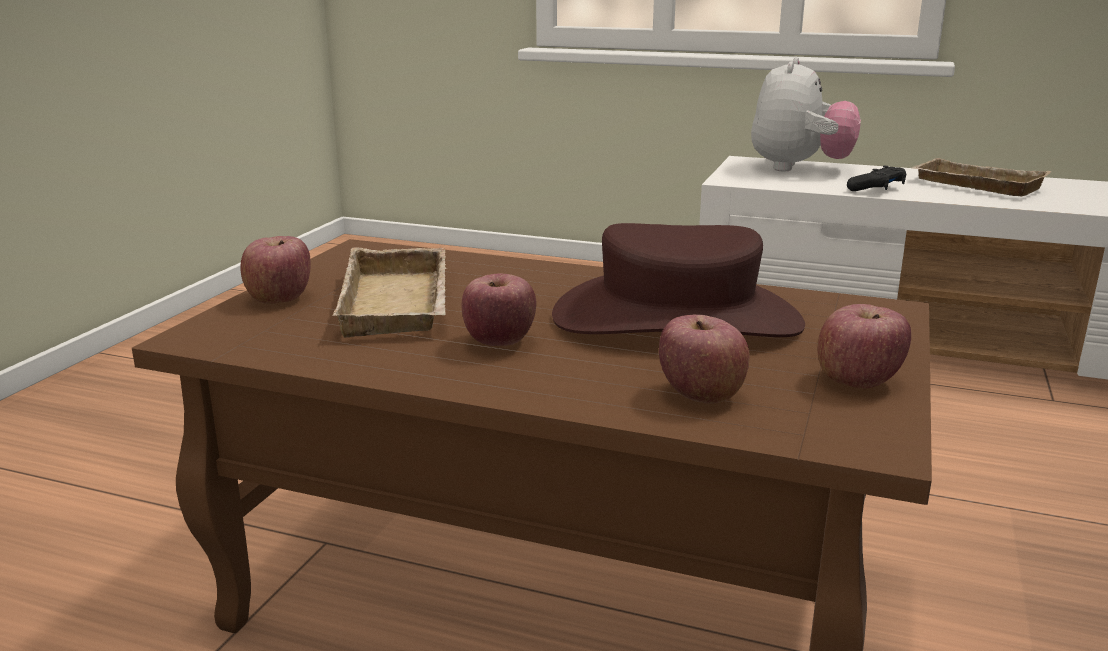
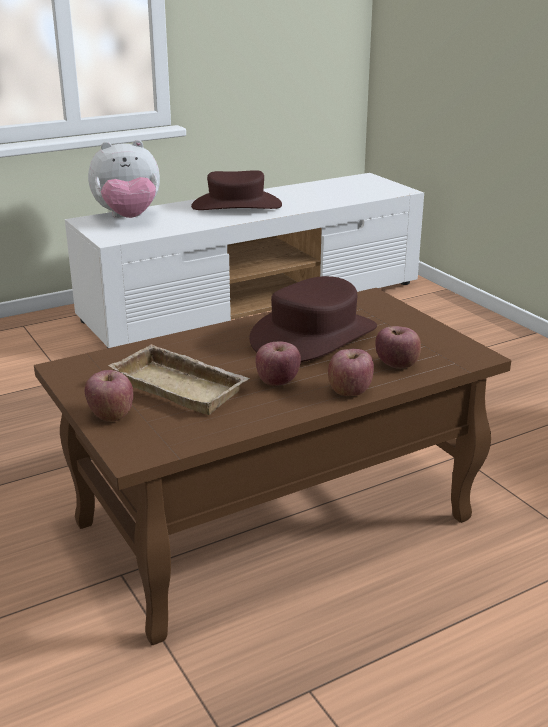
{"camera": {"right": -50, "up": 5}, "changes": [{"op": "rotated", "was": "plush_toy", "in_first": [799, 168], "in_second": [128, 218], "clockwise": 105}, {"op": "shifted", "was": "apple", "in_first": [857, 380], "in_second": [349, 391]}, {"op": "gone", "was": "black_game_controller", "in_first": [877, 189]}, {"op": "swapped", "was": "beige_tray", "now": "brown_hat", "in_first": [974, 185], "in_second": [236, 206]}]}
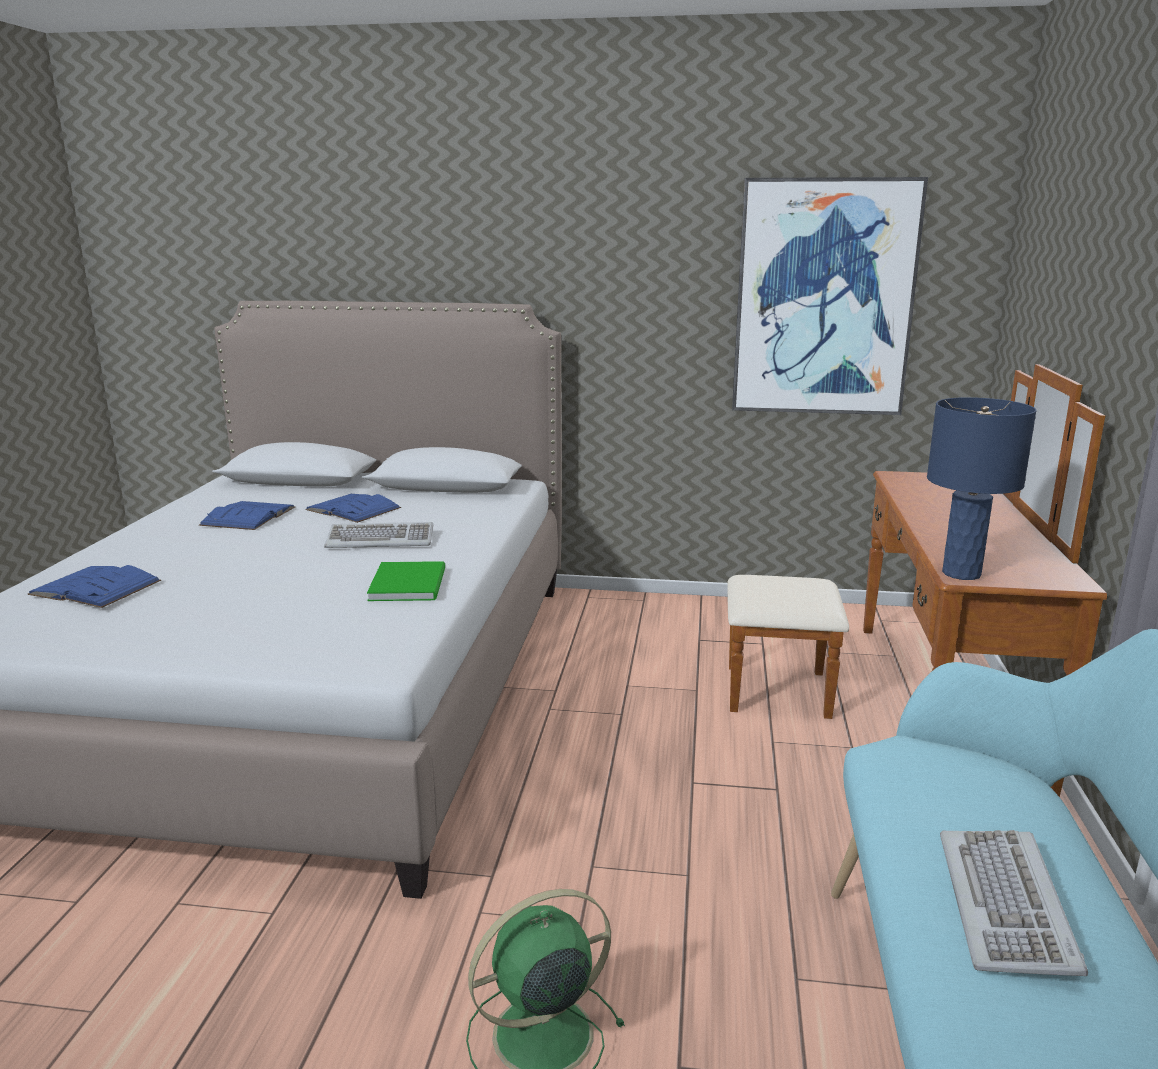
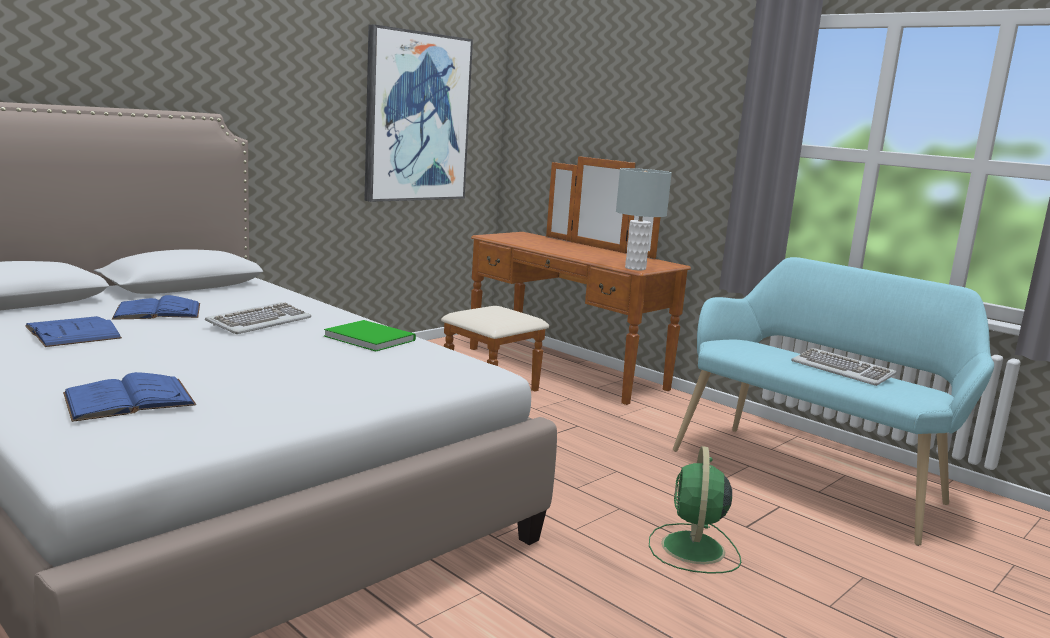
{"camera": {"right": -55, "up": -5}, "changes": [{"op": "repainted", "was": "blue_table_lamp", "now": "grey_table_lamp", "in_first": [962, 573], "in_second": [635, 268]}]}
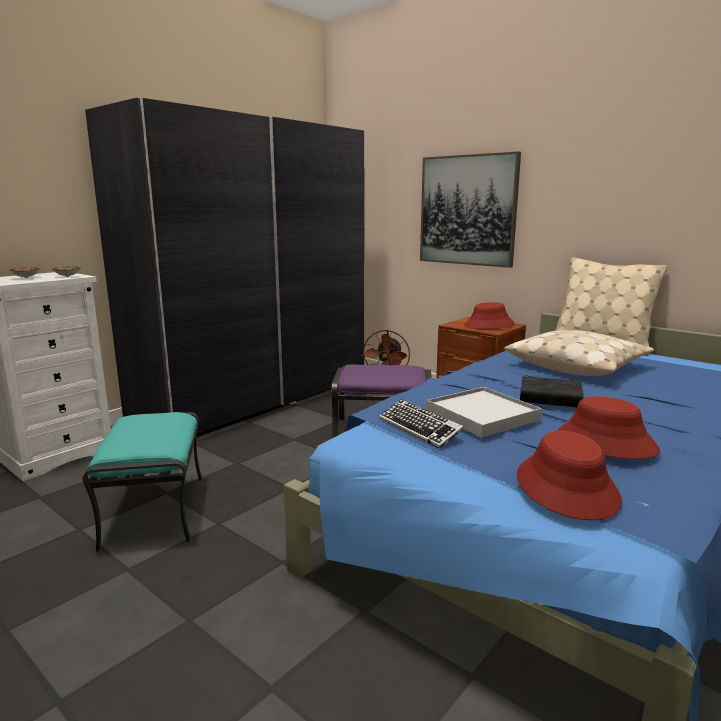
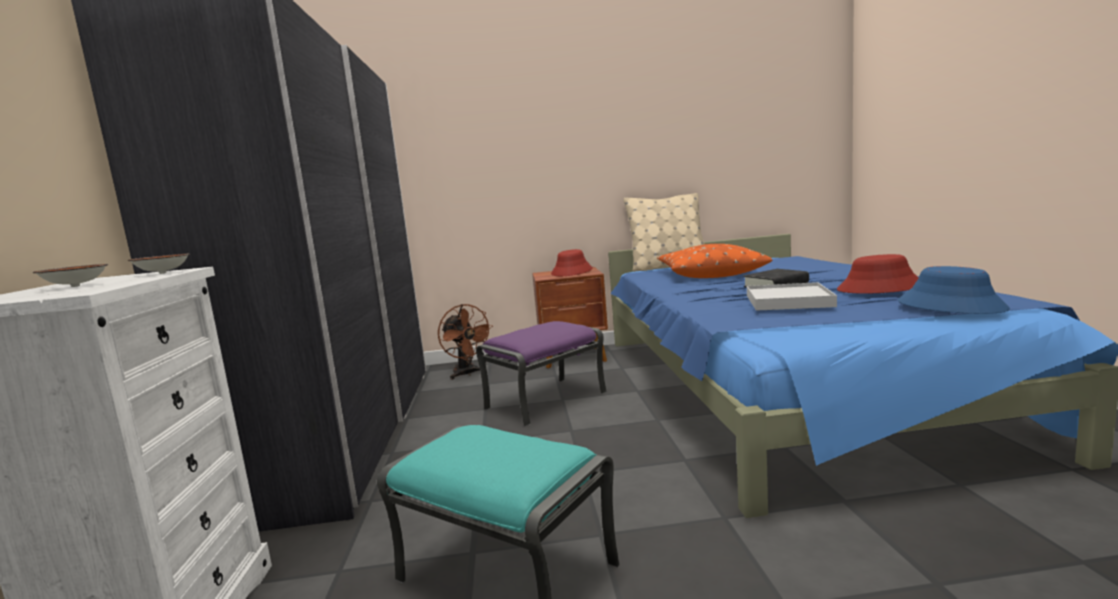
{"camera": {"right": -45, "up": -5}, "changes": [{"op": "gone", "was": "keyboard", "in_first": [419, 428]}, {"op": "gone", "was": "picture", "in_first": [467, 210]}, {"op": "repainted", "was": "beige_pillow", "now": "orange_pillow", "in_first": [577, 366], "in_second": [709, 274]}, {"op": "repainted", "was": "red_hat", "now": "blue_hat", "in_first": [567, 487], "in_second": [951, 306]}]}
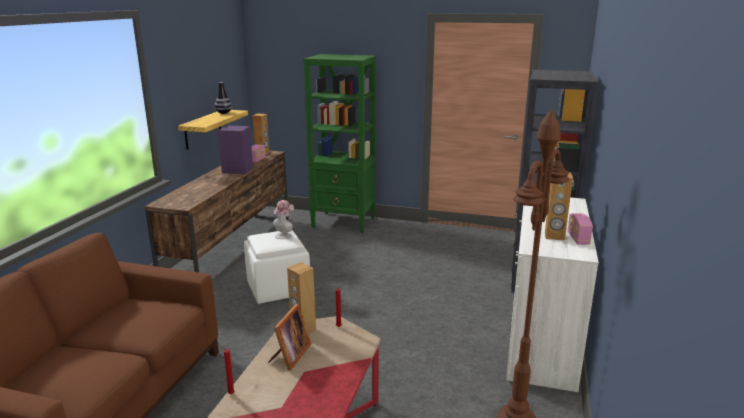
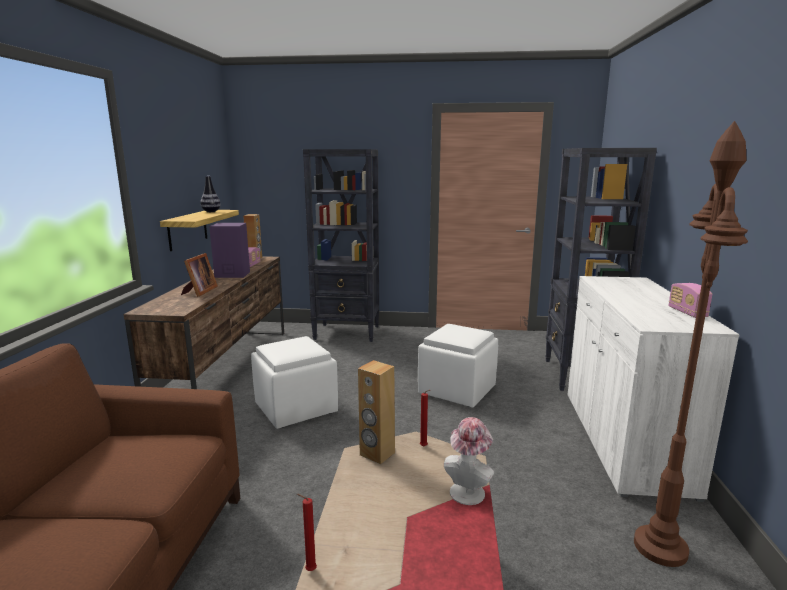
{"camera": {"right": -10, "up": -5}, "changes": [{"op": "shifted", "was": "picture_frame", "in_first": [290, 356], "in_second": [199, 292]}, {"op": "shifted", "was": "hat", "in_first": [285, 235], "in_second": [468, 490]}, {"op": "repainted", "was": "green_bookcase", "now": "black_bookcase", "in_first": [344, 223], "in_second": [347, 333]}, {"op": "gone", "was": "brown_speaker", "in_first": [554, 236]}, {"op": "new", "now": "white_ottoman", "in_second": [458, 390]}]}
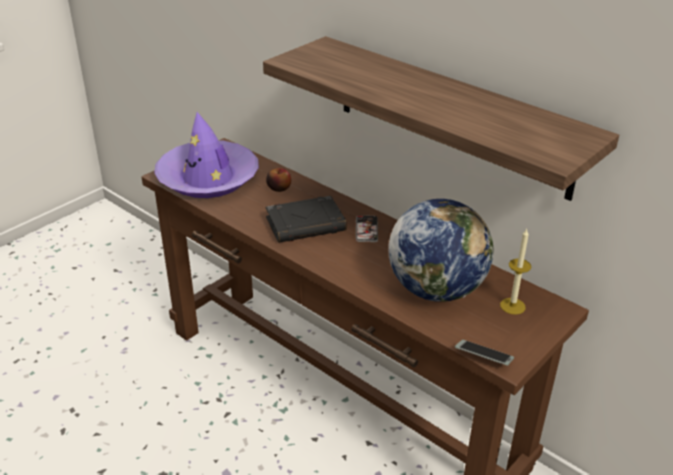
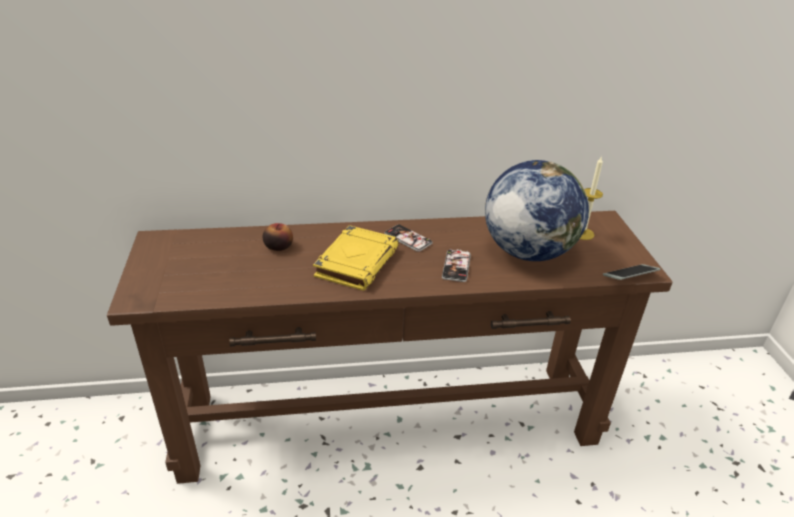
{"camera": {"right": -50, "up": 0}, "changes": [{"op": "gone", "was": "purple_hat", "in_first": [208, 178]}, {"op": "gone", "was": "shelf", "in_first": [451, 116]}, {"op": "repainted", "was": "black_book", "now": "yellow_book", "in_first": [306, 224], "in_second": [357, 262]}, {"op": "new", "now": "phone", "in_second": [456, 266]}]}
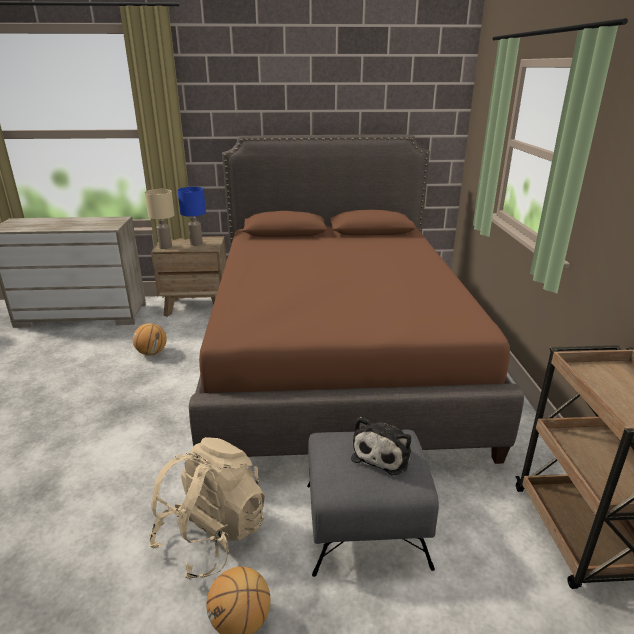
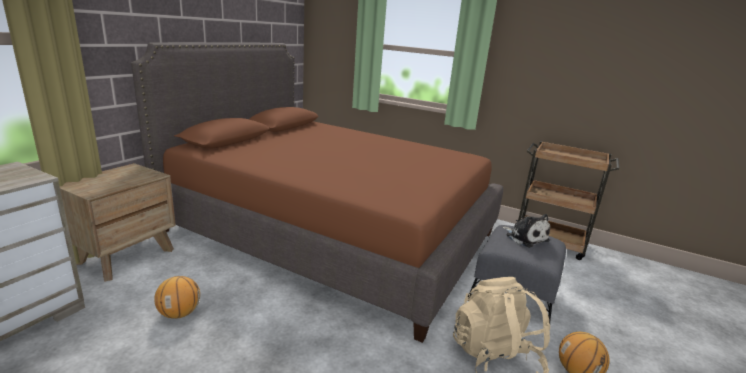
{"camera": {"right": -60, "up": -5}, "changes": [{"op": "gone", "was": "beige_table_lamp", "in_first": [165, 247]}, {"op": "gone", "was": "blue_table_lamp", "in_first": [196, 244]}]}
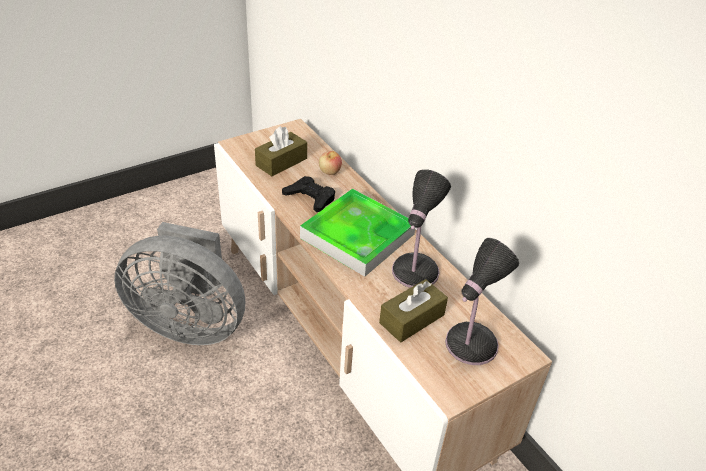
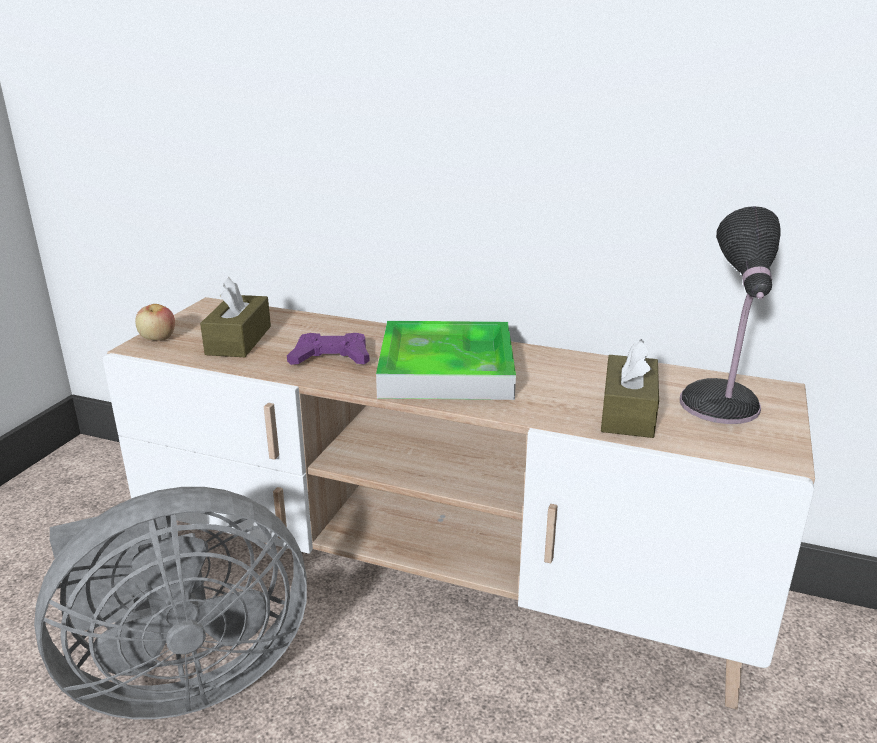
{"camera": {"right": -35, "up": -15}, "changes": [{"op": "repainted", "was": "black_game_controller", "now": "purple_game_controller", "in_first": [310, 198], "in_second": [331, 358]}, {"op": "shifted", "was": "apple", "in_first": [329, 172], "in_second": [158, 338]}, {"op": "gone", "was": "table_lamp", "in_first": [413, 273]}]}
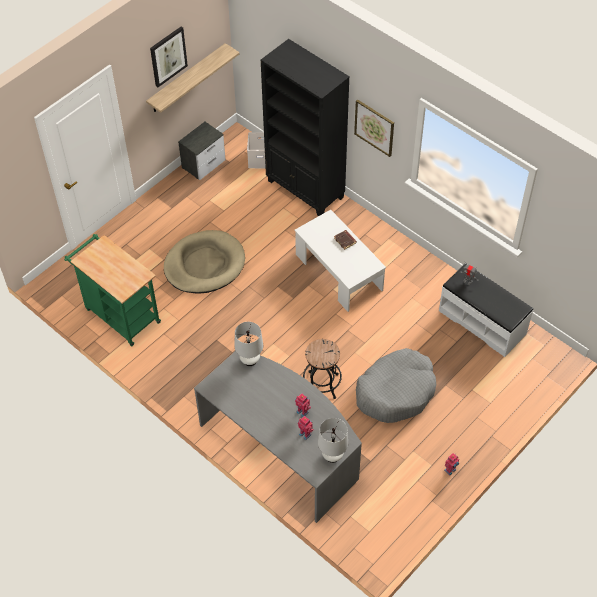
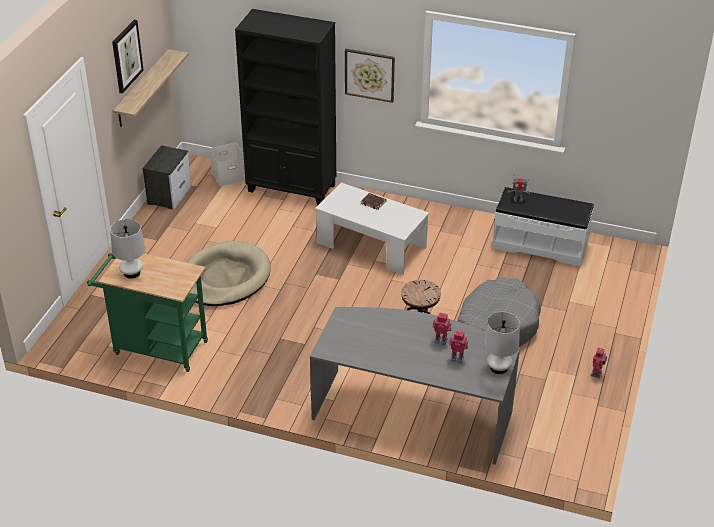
{"camera": {"right": -25, "up": -15}, "changes": [{"op": "shifted", "was": "white_table_lamp", "in_first": [250, 360], "in_second": [132, 273]}]}
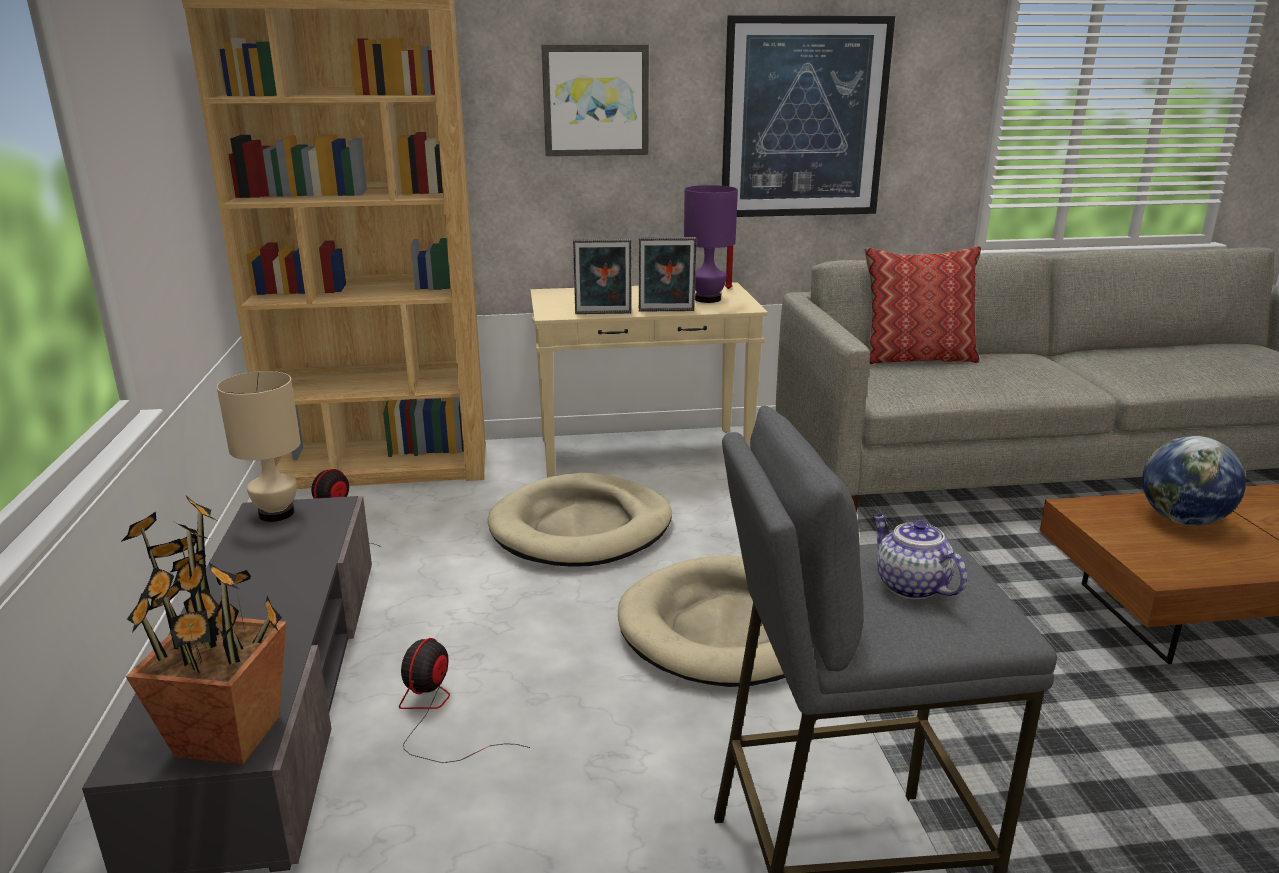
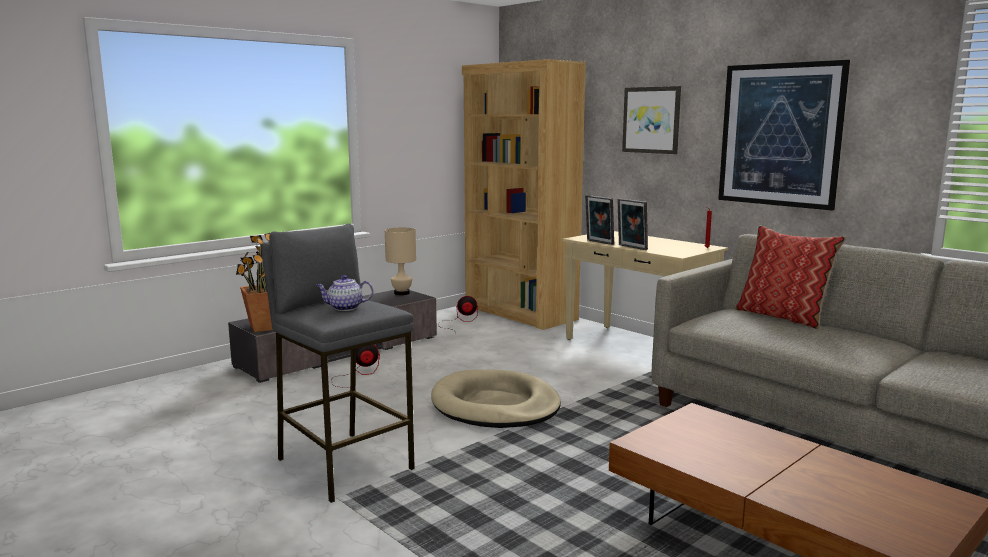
{"camera": {"right": 55, "up": -10}, "changes": [{"op": "gone", "was": "beige_dog_bed", "in_first": [581, 528]}, {"op": "gone", "was": "purple_table_lamp", "in_first": [708, 299]}, {"op": "rotated", "was": "teapot", "in_first": [909, 585], "in_second": [344, 308], "clockwise": -120}, {"op": "gone", "was": "globe", "in_first": [1182, 520]}]}
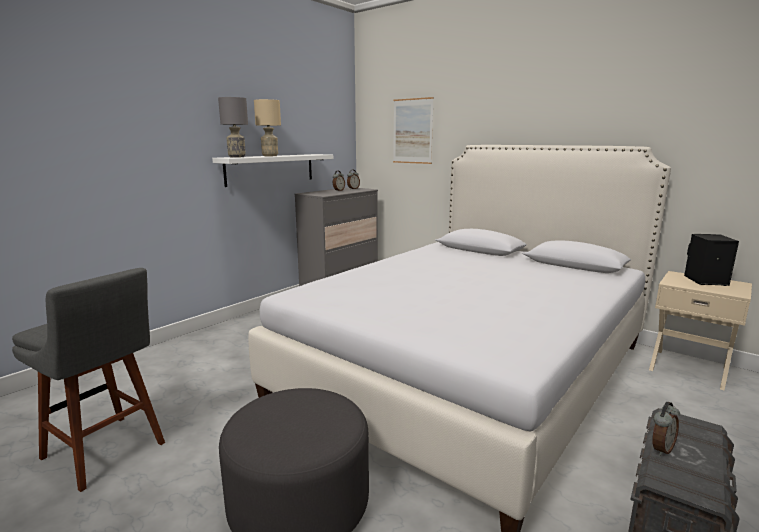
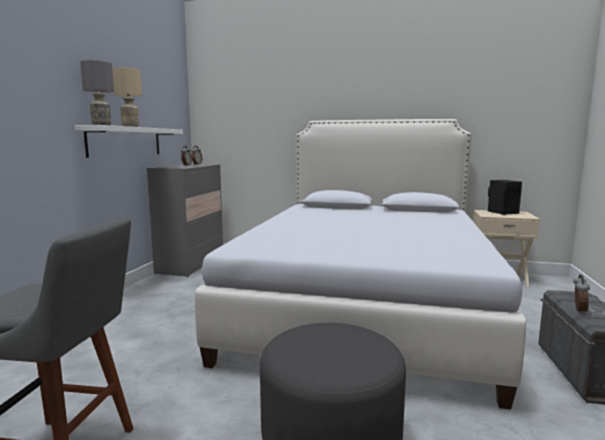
{"camera": {"right": -25, "up": -5}, "changes": [{"op": "gone", "was": "picture", "in_first": [412, 131]}]}
